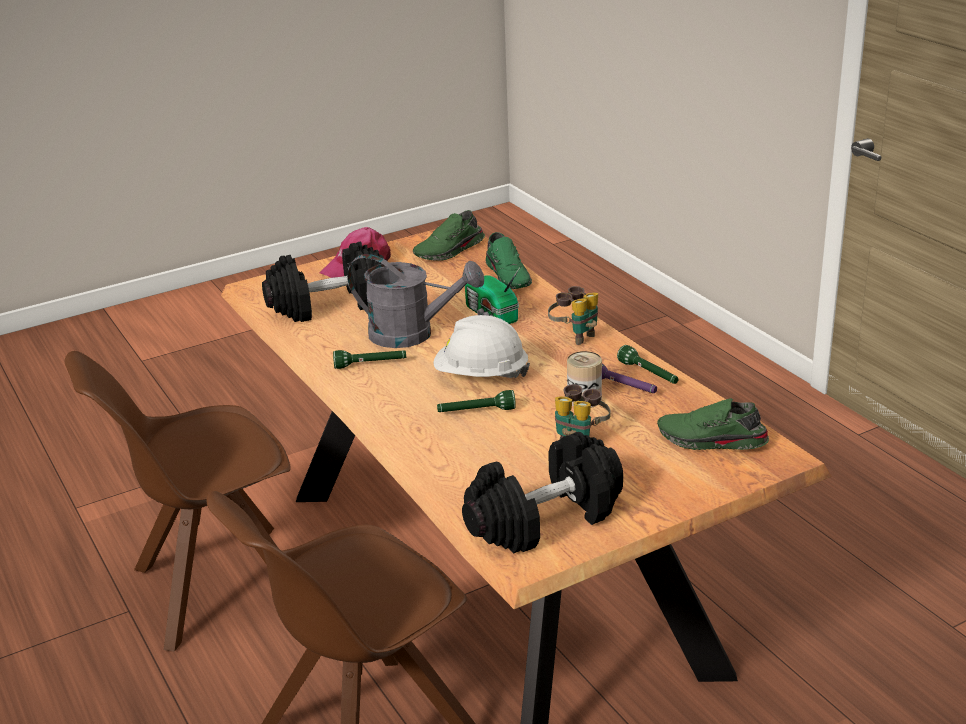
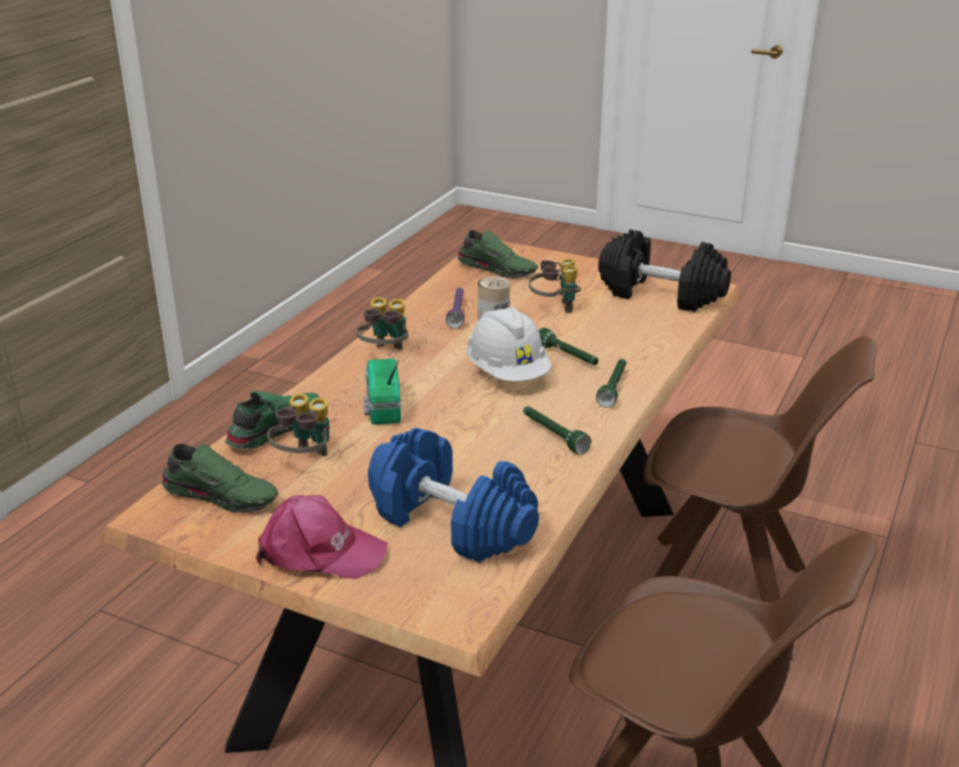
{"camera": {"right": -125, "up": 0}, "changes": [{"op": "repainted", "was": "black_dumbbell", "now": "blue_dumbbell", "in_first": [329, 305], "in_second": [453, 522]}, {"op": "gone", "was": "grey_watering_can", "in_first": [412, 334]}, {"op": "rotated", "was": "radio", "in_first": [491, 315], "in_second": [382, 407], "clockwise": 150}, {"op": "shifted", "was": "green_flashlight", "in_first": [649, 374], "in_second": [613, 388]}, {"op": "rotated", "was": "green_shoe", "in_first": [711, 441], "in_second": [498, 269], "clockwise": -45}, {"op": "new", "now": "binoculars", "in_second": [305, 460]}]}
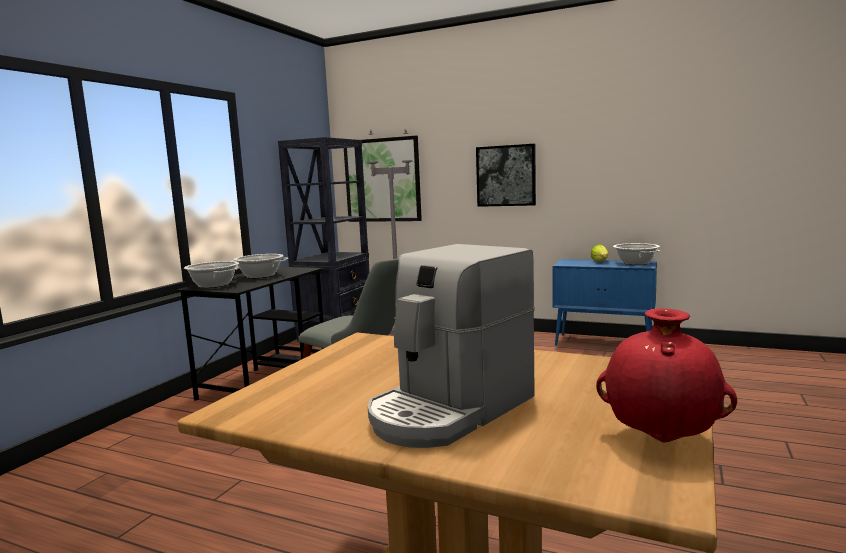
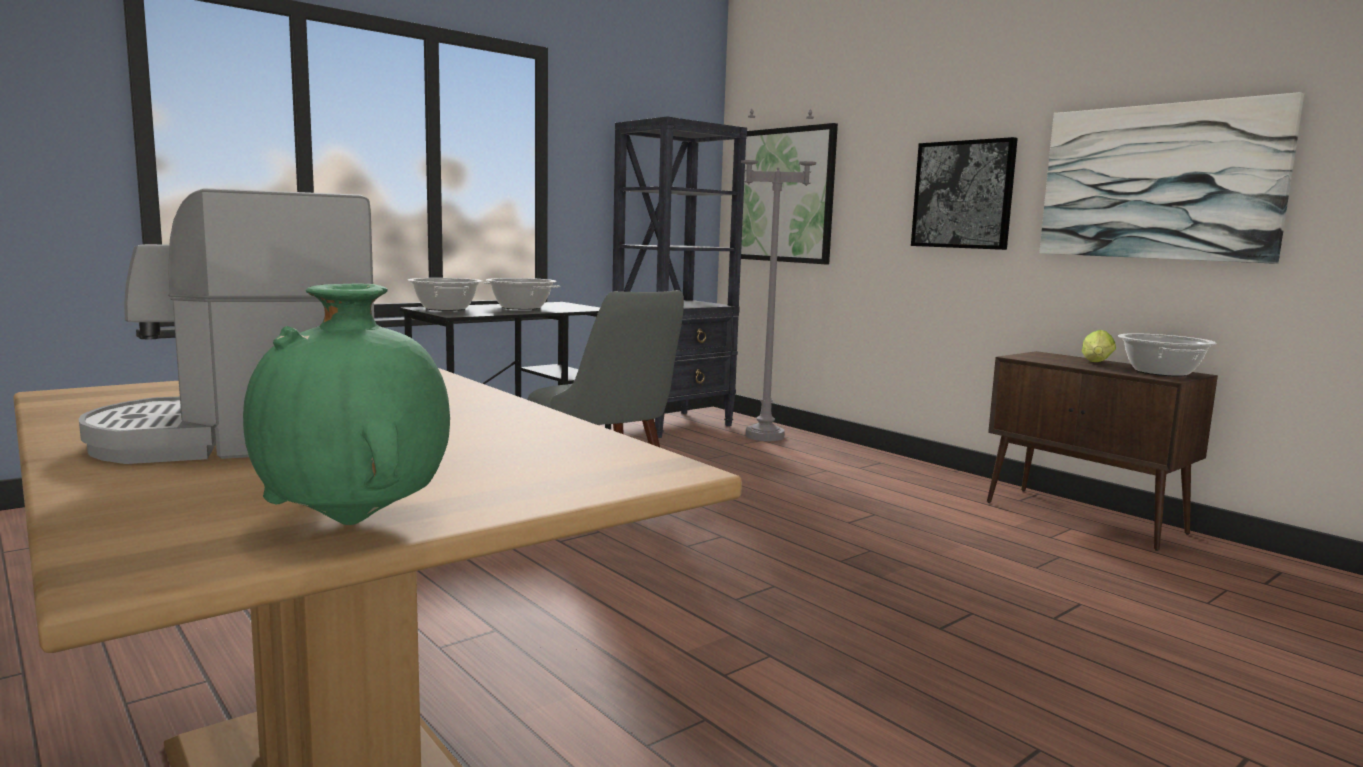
{"camera": {"right": 25, "up": 0}, "changes": [{"op": "repainted", "was": "blue_cabinet", "now": "brown_cabinet", "in_first": [604, 343], "in_second": [1085, 518]}, {"op": "repainted", "was": "red_vase", "now": "green_vase", "in_first": [662, 439], "in_second": [354, 522]}, {"op": "new", "now": "picture", "in_second": [1159, 182]}]}
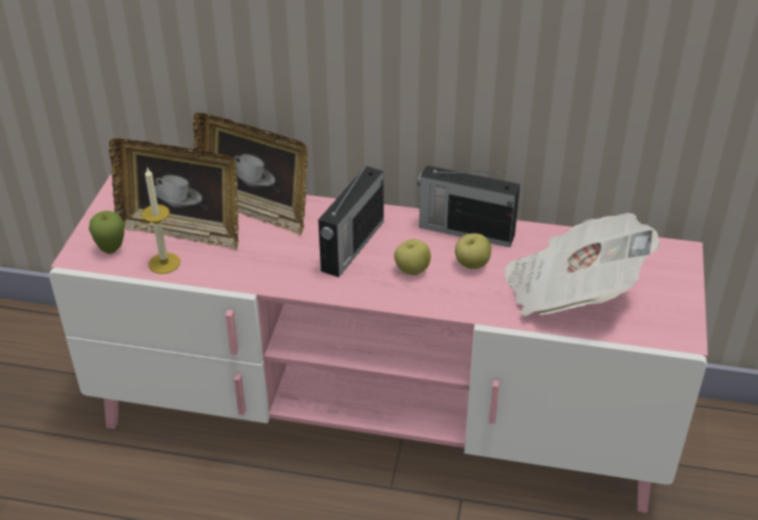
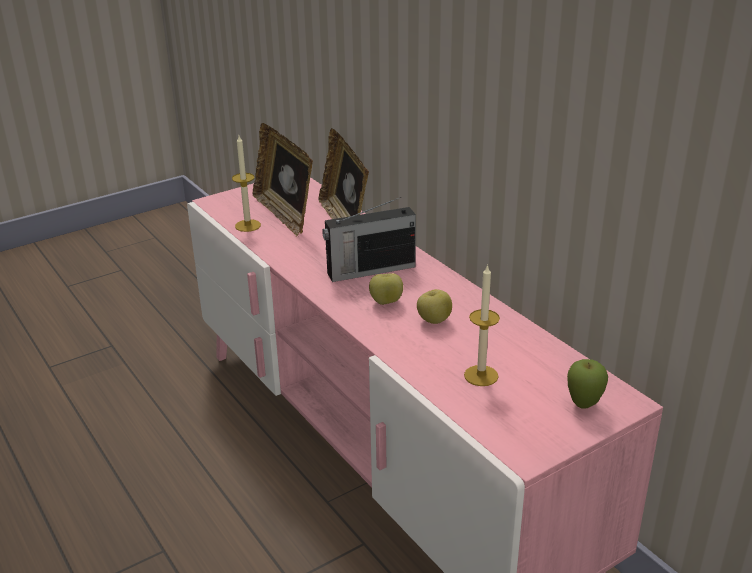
{"camera": {"right": 45, "up": -10}, "changes": [{"op": "shifted", "was": "apple", "in_first": [111, 250], "in_second": [583, 405]}, {"op": "gone", "was": "radio", "in_first": [464, 230]}, {"op": "swapped", "was": "newspaper", "now": "candle", "in_first": [571, 292], "in_second": [481, 375]}]}
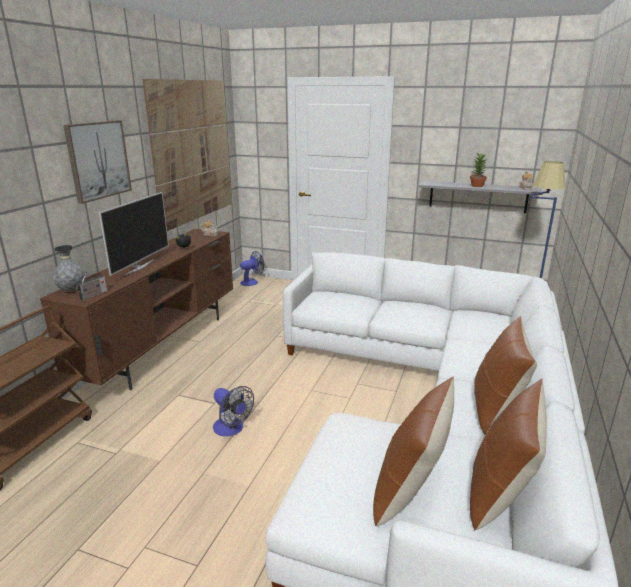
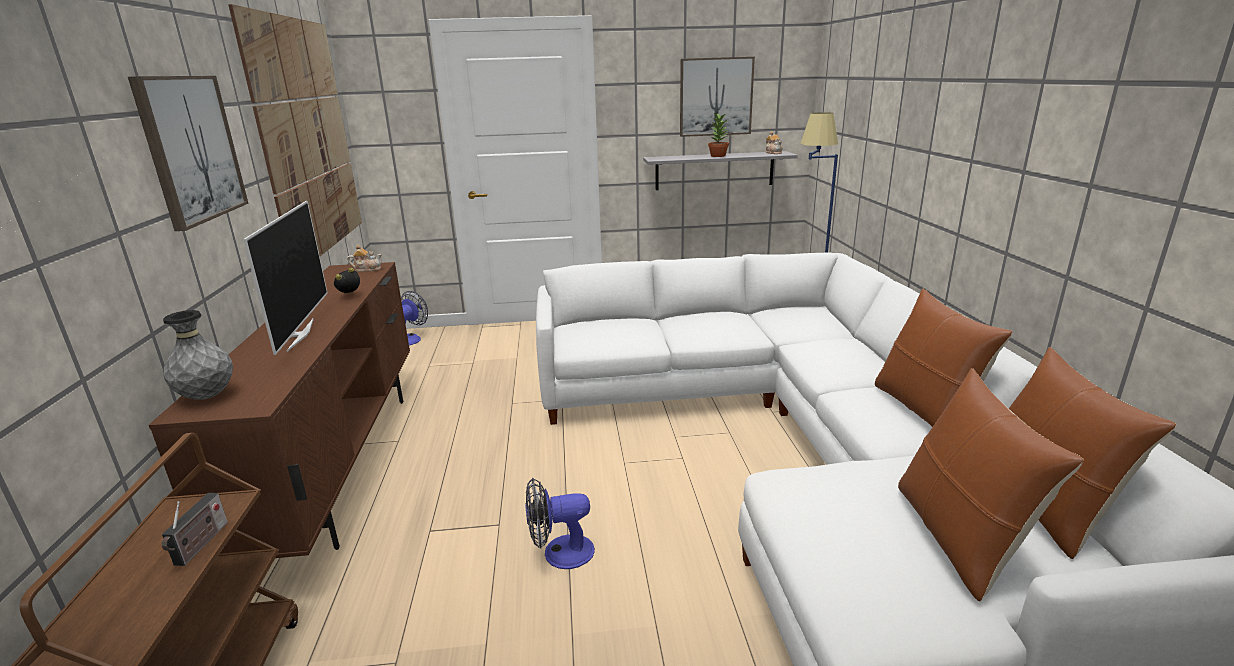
{"camera": {"right": -25, "up": 0}, "changes": [{"op": "shifted", "was": "radio", "in_first": [93, 296], "in_second": [200, 545]}, {"op": "rotated", "was": "fan", "in_first": [232, 429], "in_second": [559, 553], "clockwise": 150}, {"op": "new", "now": "picture", "in_second": [715, 97]}]}
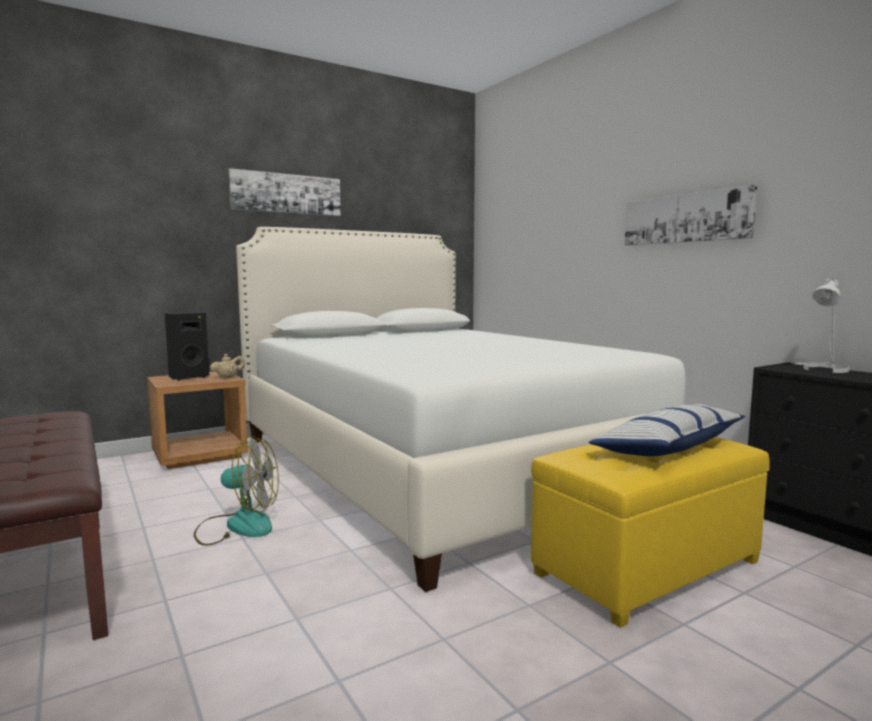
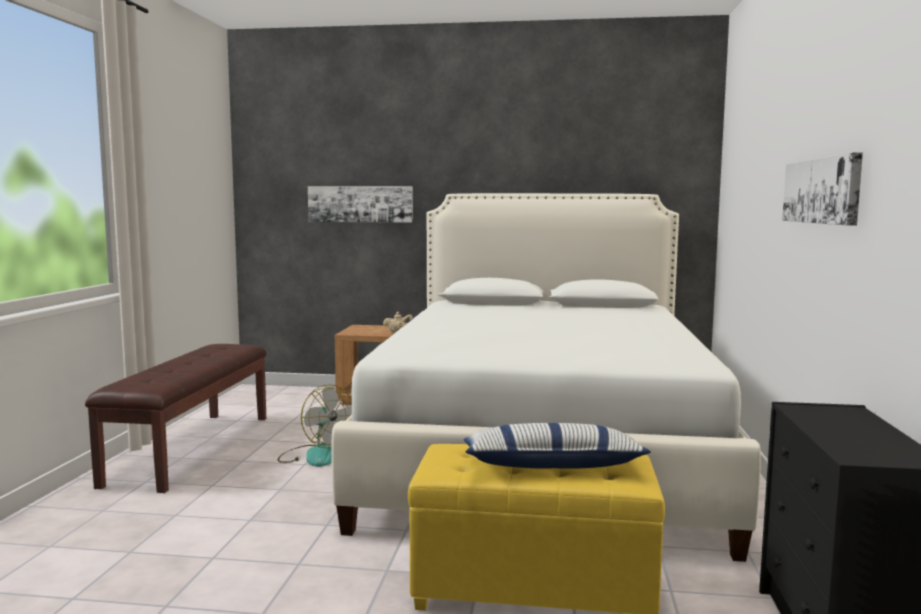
{"camera": {"right": 40, "up": 0}, "changes": [{"op": "gone", "was": "black_speaker", "in_first": [187, 377]}, {"op": "shifted", "was": "picture", "in_first": [286, 193], "in_second": [360, 204]}, {"op": "gone", "was": "white_table_lamp", "in_first": [822, 369]}]}
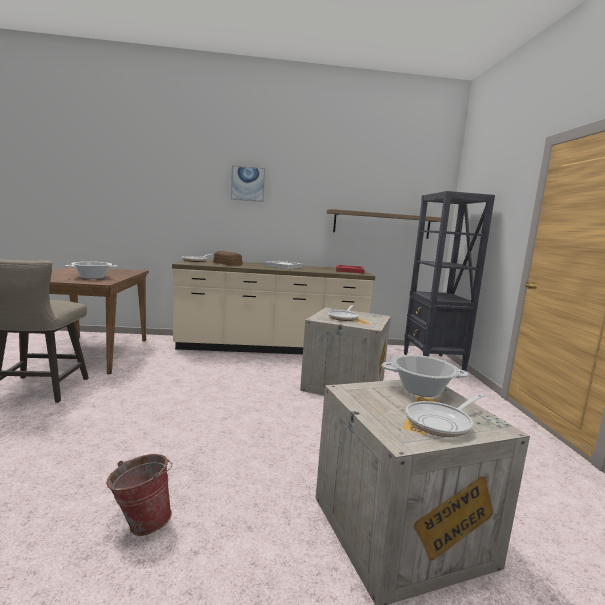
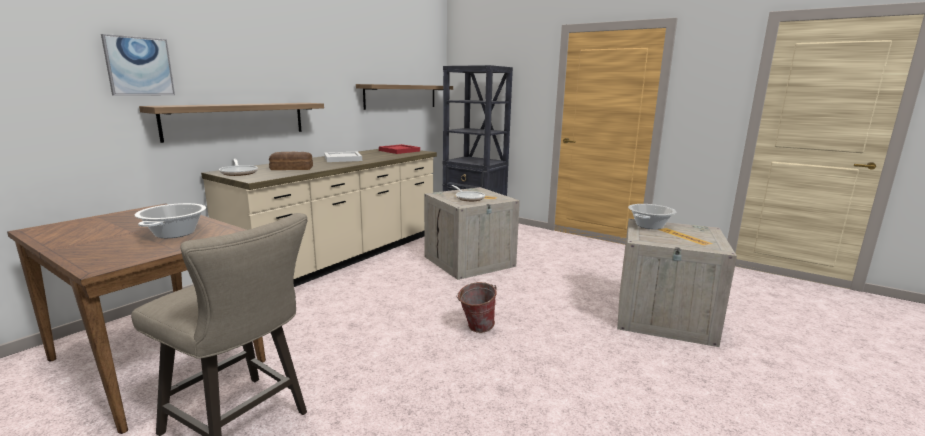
{"camera": {"right": -50, "up": 5}, "changes": [{"op": "shifted", "was": "bucket", "in_first": [141, 522], "in_second": [476, 328]}, {"op": "shifted", "was": "picture", "in_first": [247, 184], "in_second": [139, 66]}, {"op": "gone", "was": "frying_pan", "in_first": [442, 422]}, {"op": "new", "now": "shelf", "in_second": [237, 120]}]}
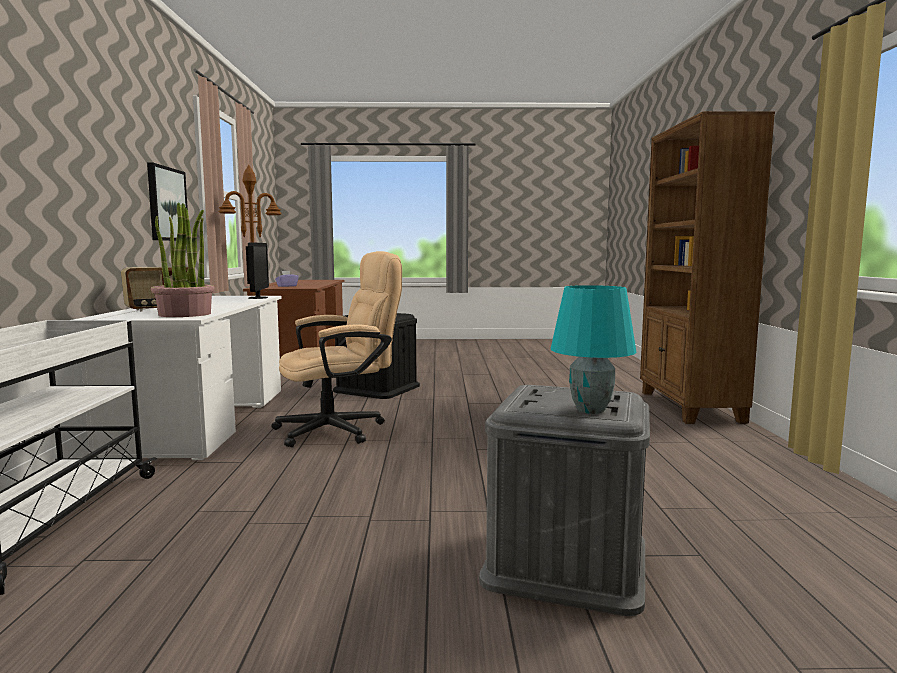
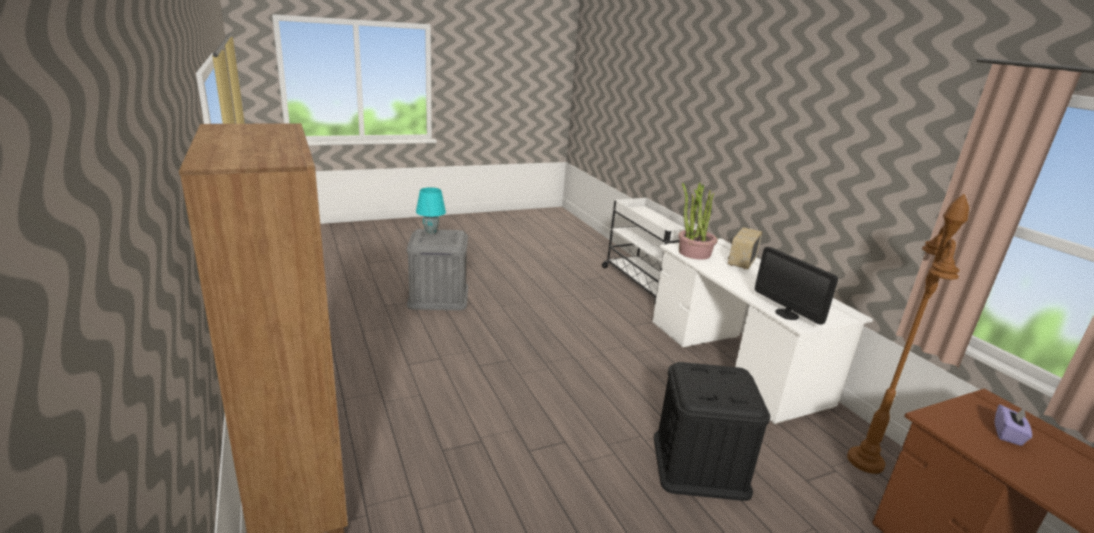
{"camera": {"right": 155, "up": 15}, "changes": [{"op": "gone", "was": "picture", "in_first": [166, 204]}, {"op": "gone", "was": "beige_office_chair", "in_first": [340, 429]}]}
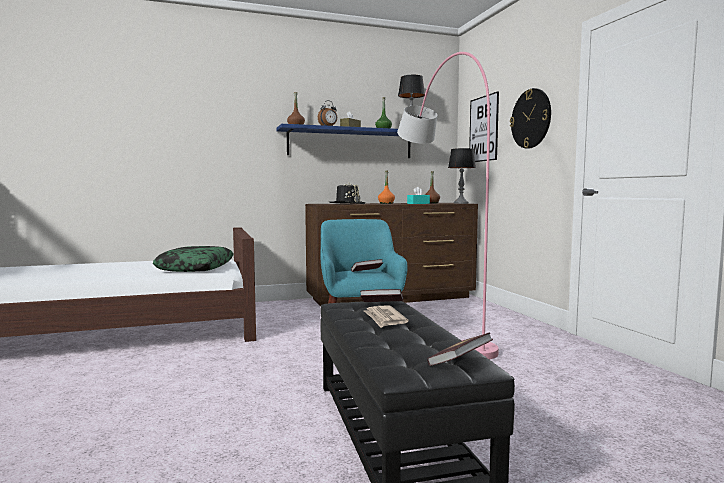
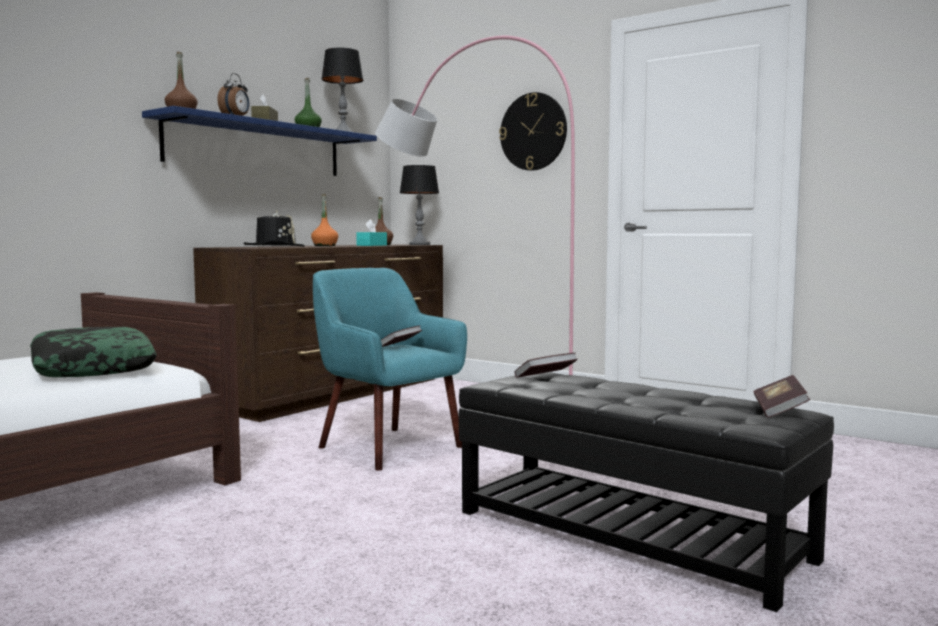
{"camera": {"right": -35, "up": 0}, "changes": [{"op": "gone", "was": "newspaper", "in_first": [384, 319]}, {"op": "gone", "was": "picture", "in_first": [483, 129]}]}
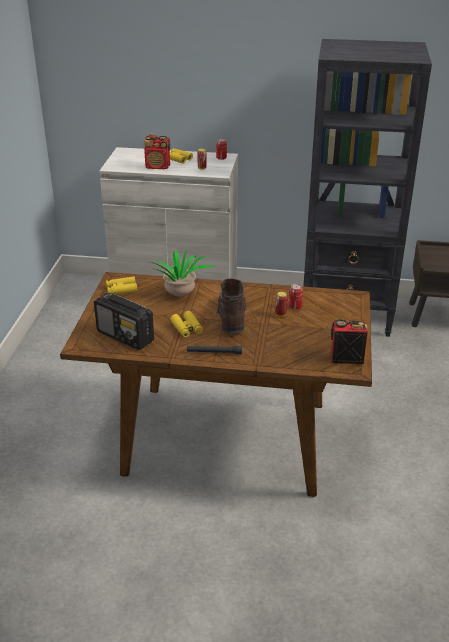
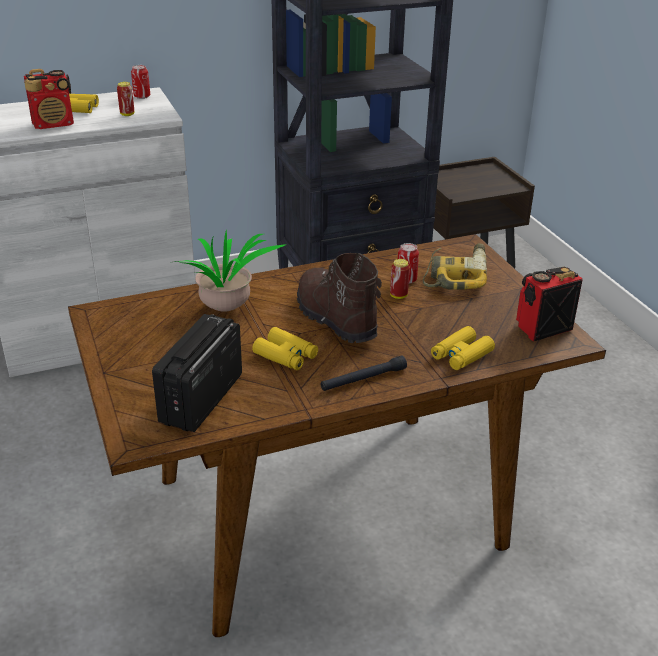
{"camera": {"right": -30, "up": 0}, "changes": [{"op": "rotated", "was": "radio", "in_first": [125, 336], "in_second": [201, 399], "clockwise": 105}, {"op": "shifted", "was": "yellow_binoculars", "in_first": [121, 289], "in_second": [461, 355]}, {"op": "new", "now": "power_drill", "in_second": [455, 274]}]}
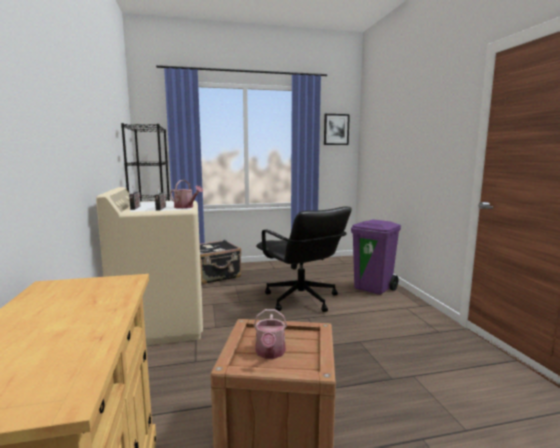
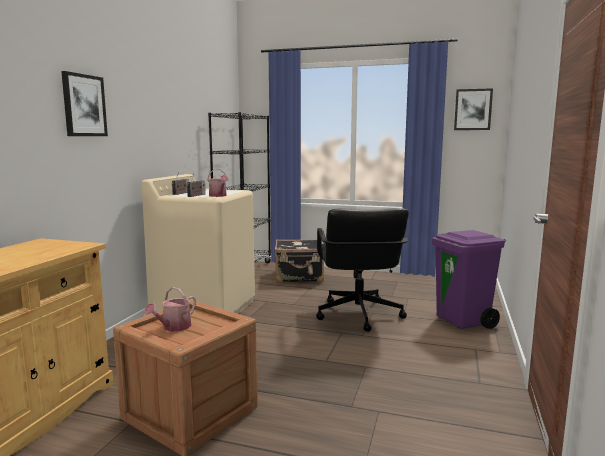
{"camera": {"right": 30, "up": 0}, "changes": [{"op": "new", "now": "picture", "in_second": [84, 105]}]}
